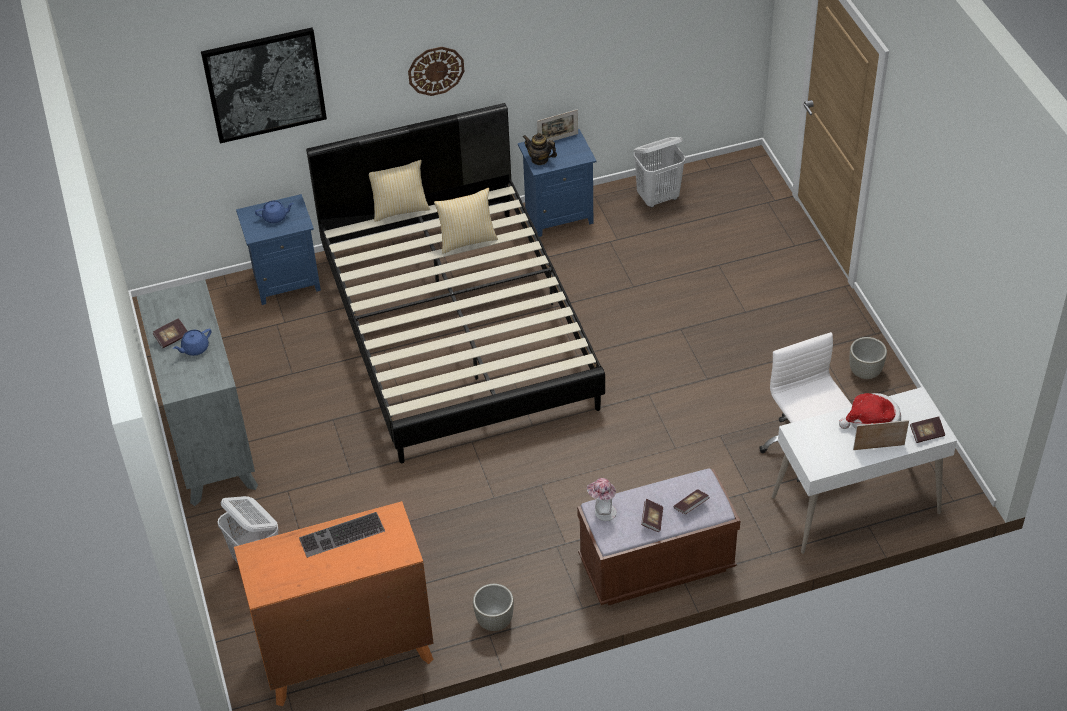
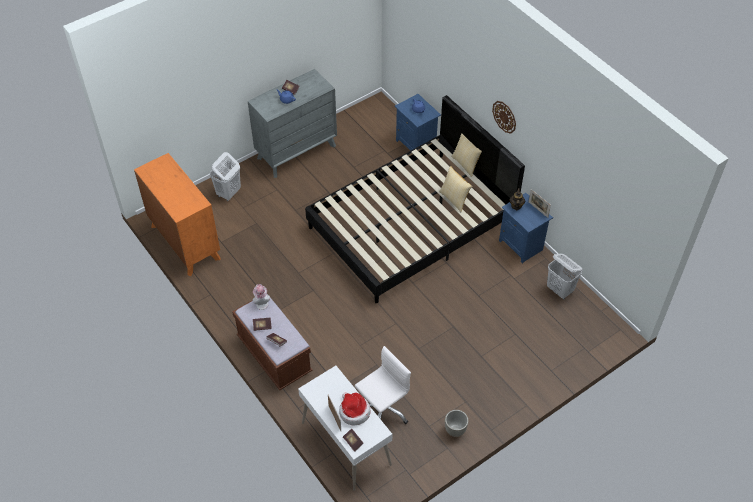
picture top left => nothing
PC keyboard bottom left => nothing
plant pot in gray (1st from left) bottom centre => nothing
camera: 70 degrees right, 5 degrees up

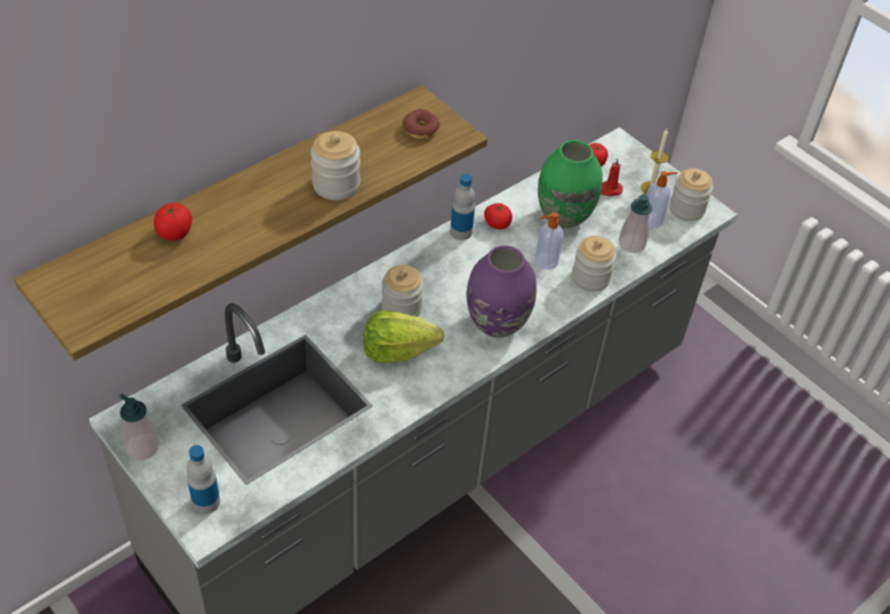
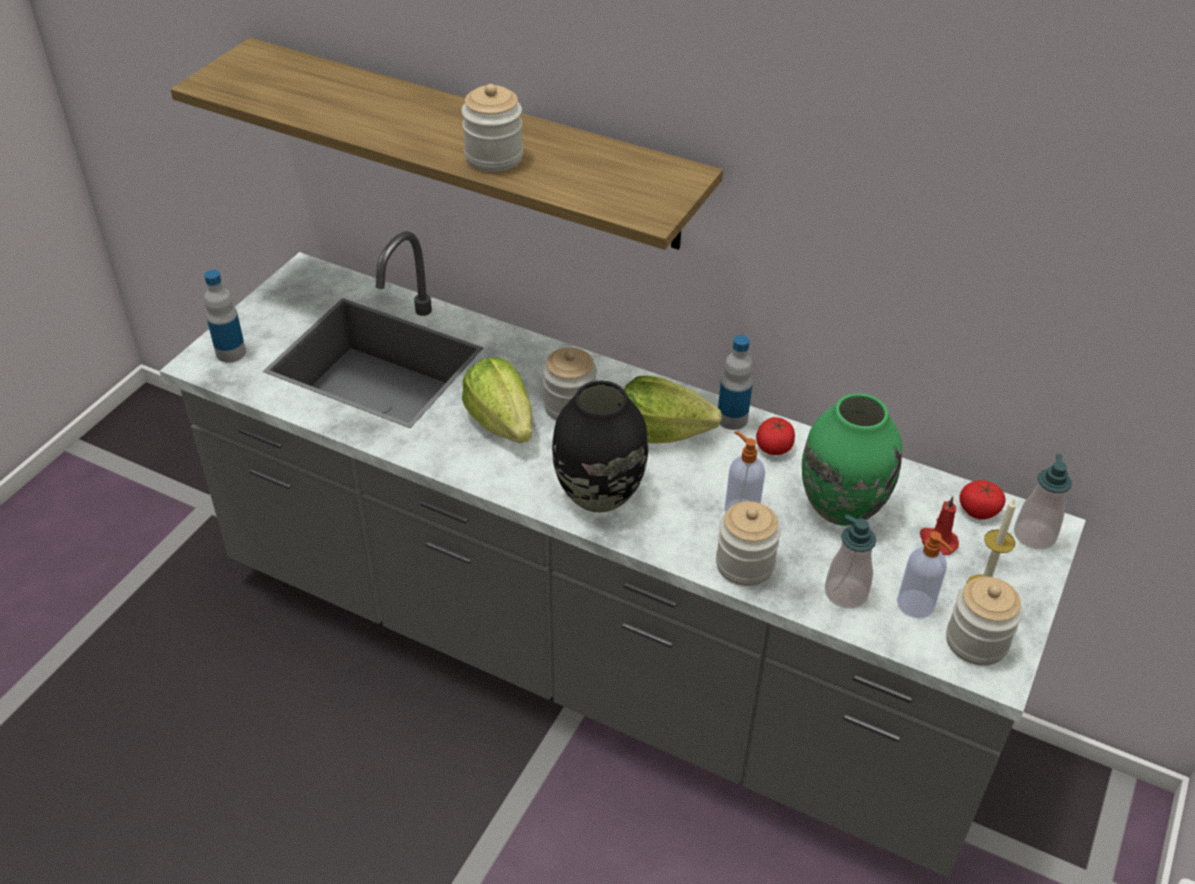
flower vase in purple centre => flower vase in black centre
nothing => lettuce head (2nd from left) centre
liquid soap bottle (1st from left in the first image) bottom left => liquid soap bottle (4th from left) middle right, move
tomato (1st from left) middle left => nothing
donut top centre => nothing
camera: 70 degrees right, 5 degrees down

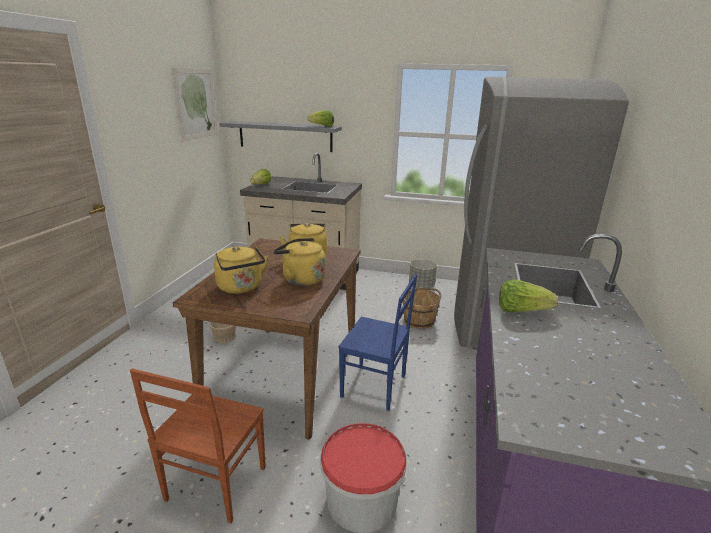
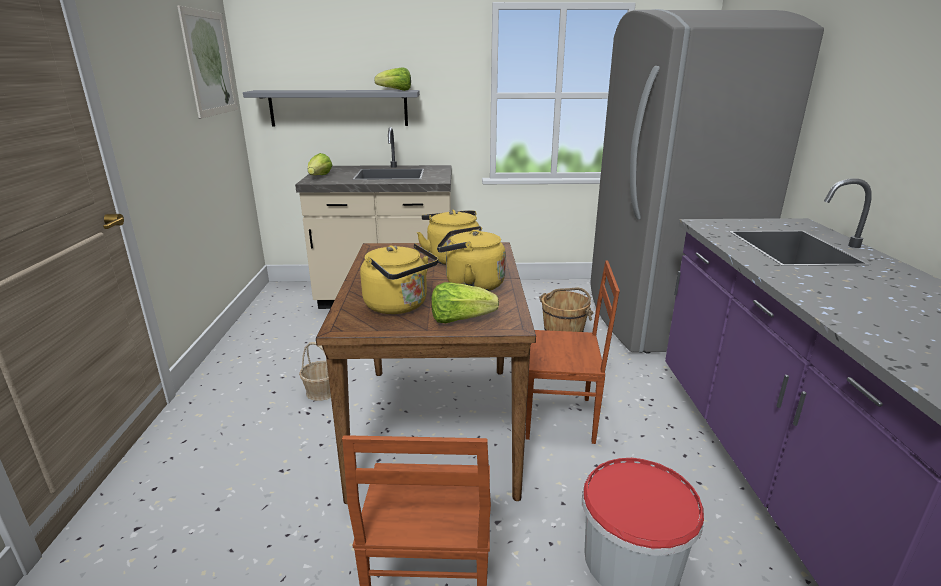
lettuce head (3rd from left) middle right => lettuce head (3rd from left) centre, move
plain chair in blue centre => plain chair in brownish (2nd from left) centre
plant pot in gray centre => nothing
camera: 15 degrees left, 0 degrees up

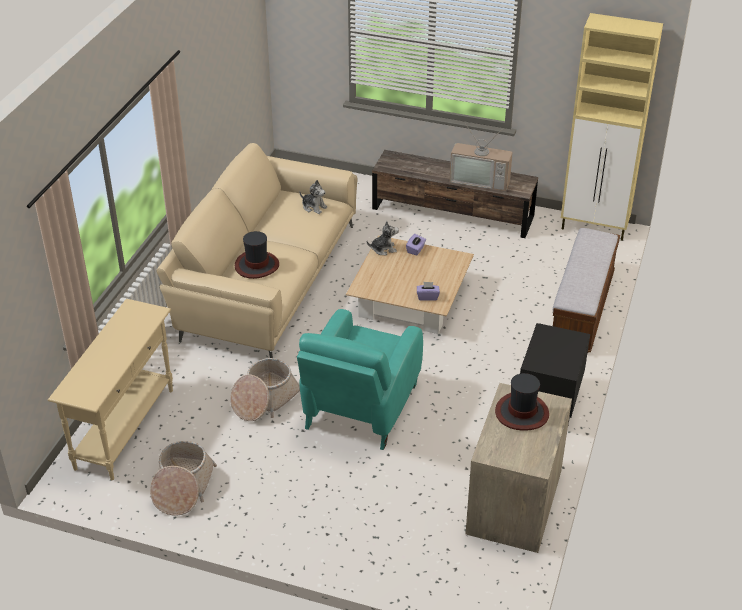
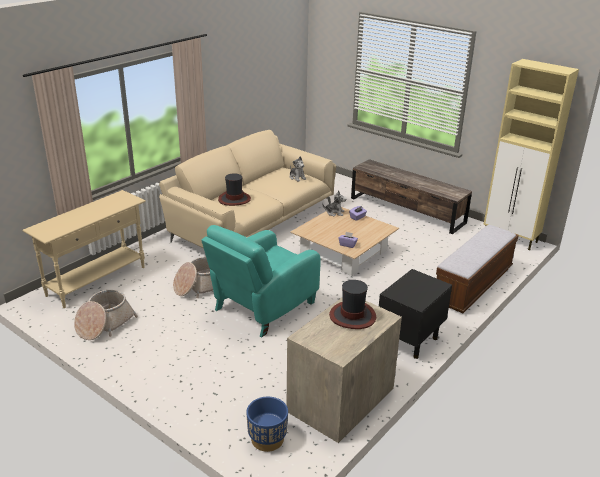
nothing => plant pot in blue bottom centre
television top centre => nothing
camera: 20 degrees right, 10 degrees down

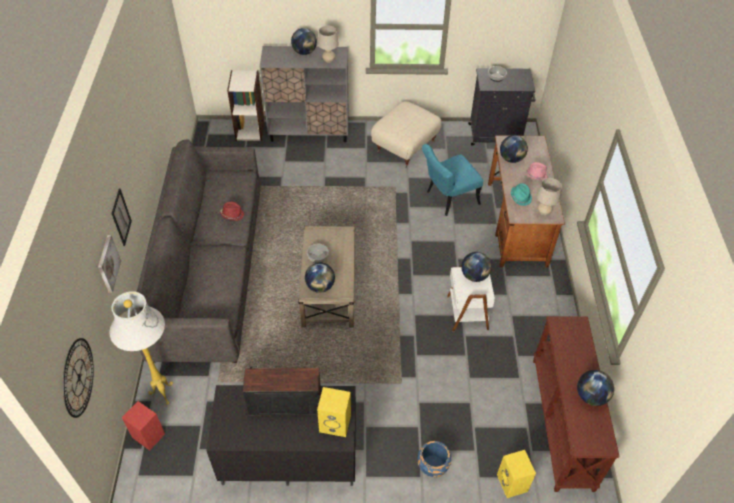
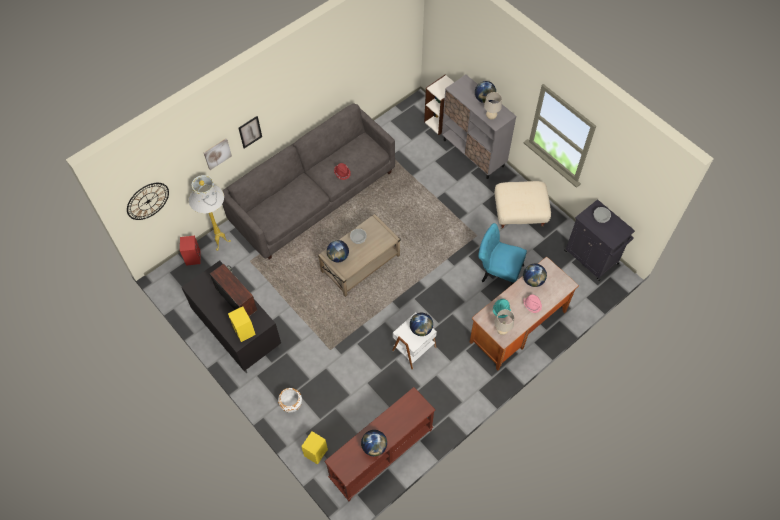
plant pot in blue bottom centre => plant pot in whitish bottom centre
camera: 50 degrees right, 10 degrees up

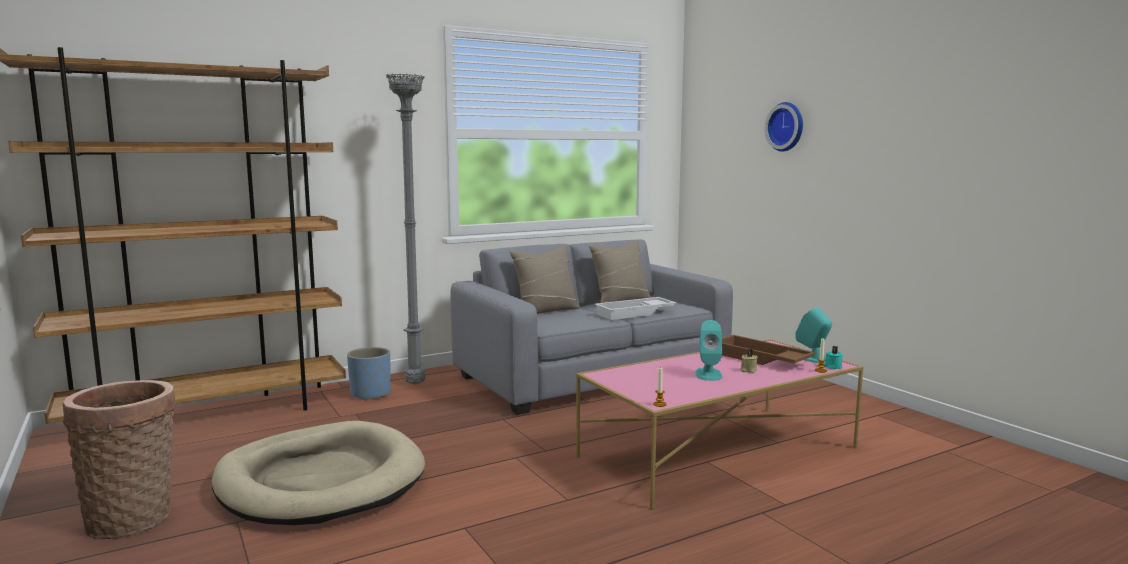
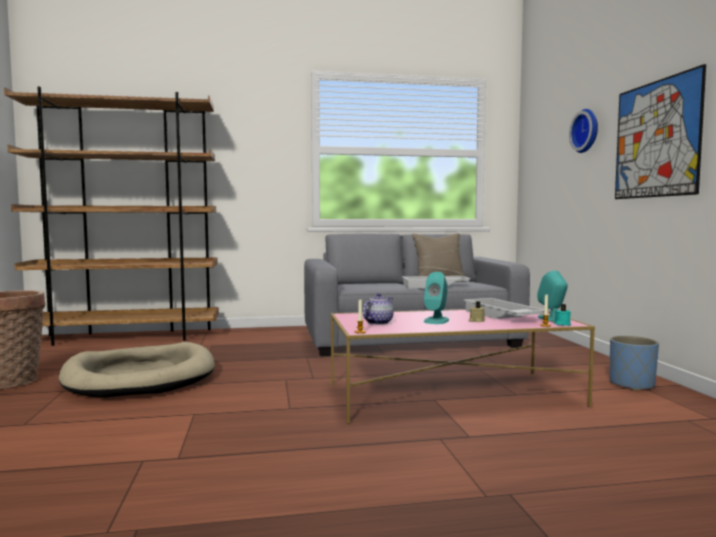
nothing => tea pot centre
serving tray in brownish middle right => serving tray in whitish (2nd from left) middle right
plant pot in blue middle left => plant pot in blue bottom right, move
nothing => picture top right
standing lamp in gray centre => nothing
pillow in beige (1st from left) centre => nothing
camera: 20 degrees right, 5 degrees down

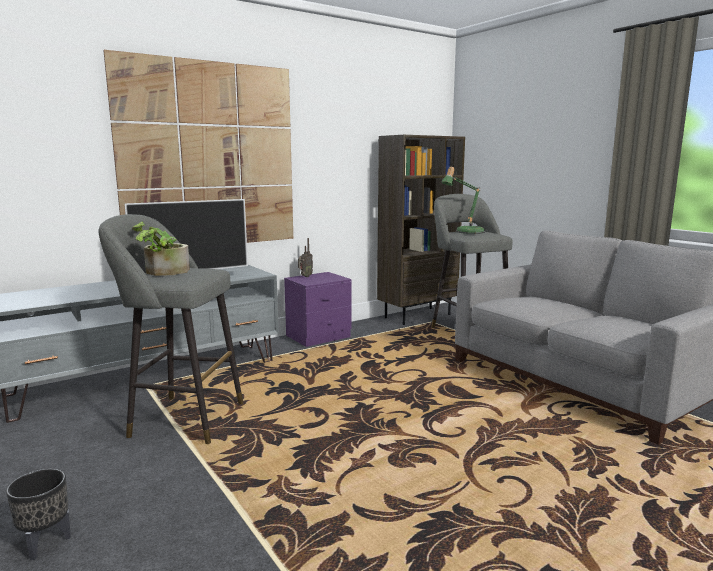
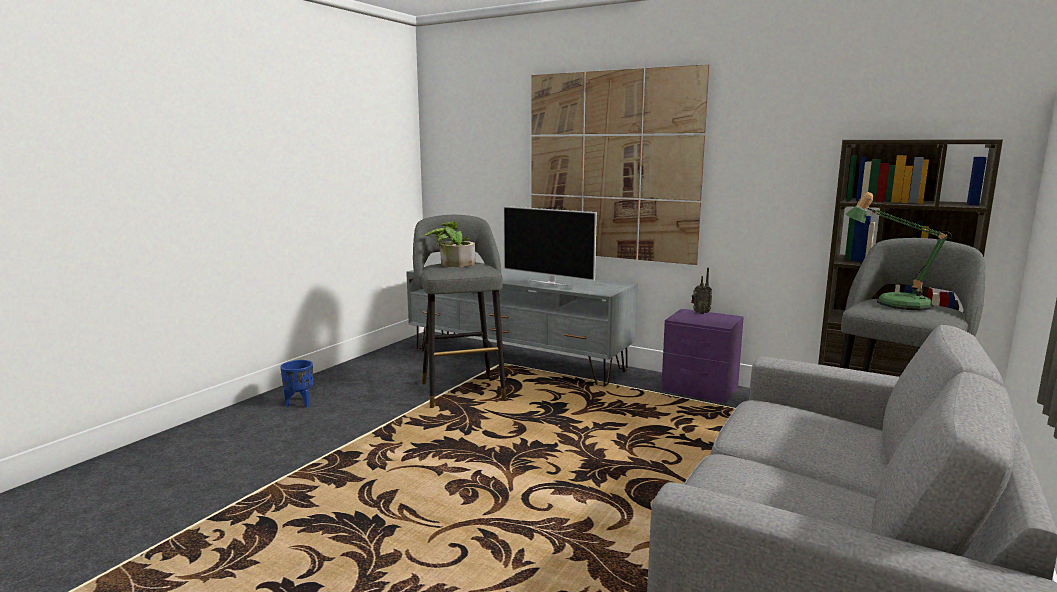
plant pot in black bottom left => plant pot in blue middle left
camera: 65 degrees right, 0 degrees up

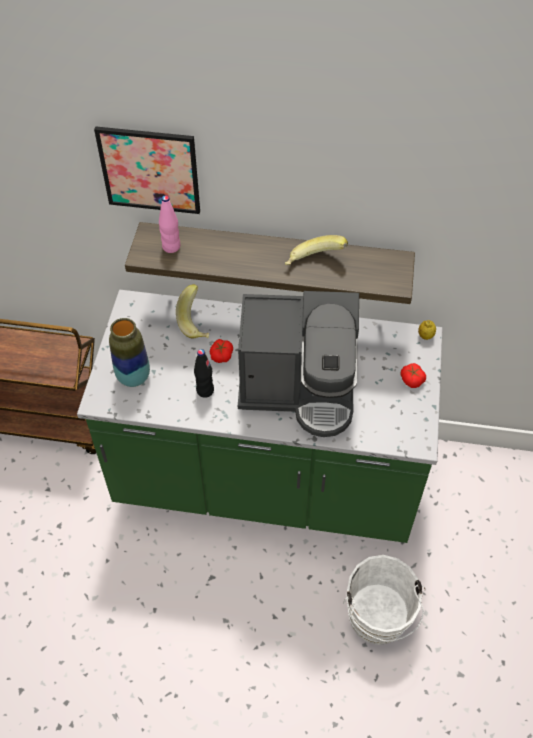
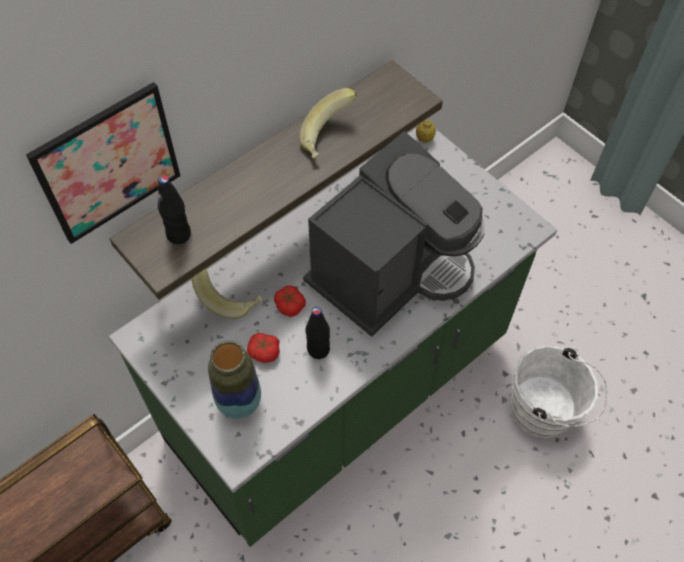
drink bottle in pink-coloured top left => drink bottle in black (1st from left) middle left
tomato (2nd from left in the first image) middle right => tomato (1st from left) centre, move
camera: 50 degrees left, 5 degrees up

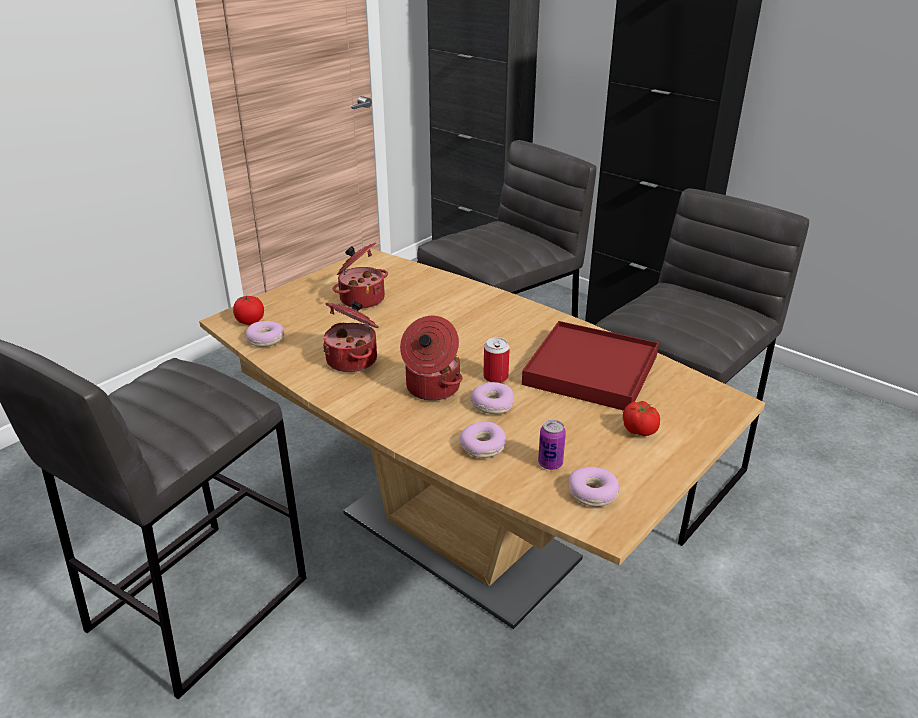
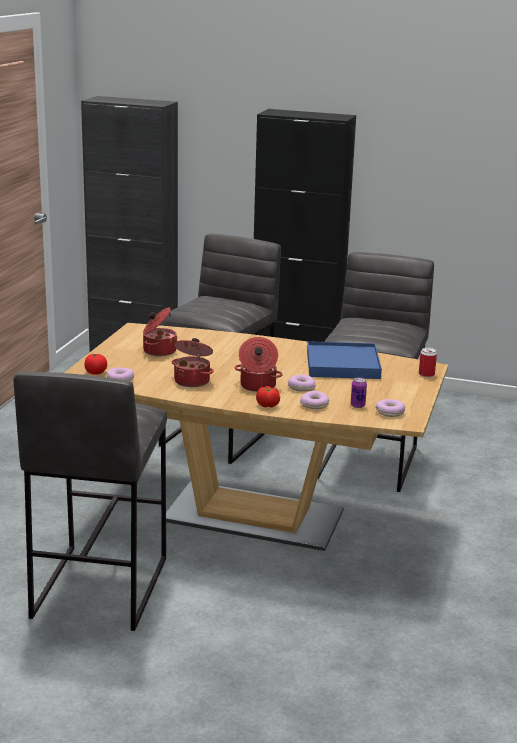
tomato (2nd from left) middle right => tomato (2nd from left) centre, move
serving tray in reddish centre => serving tray in blue centre
can (1st from left in the first image) centre => can (2nd from left) middle right, move
camera: 25 degrees left, 10 degrees down

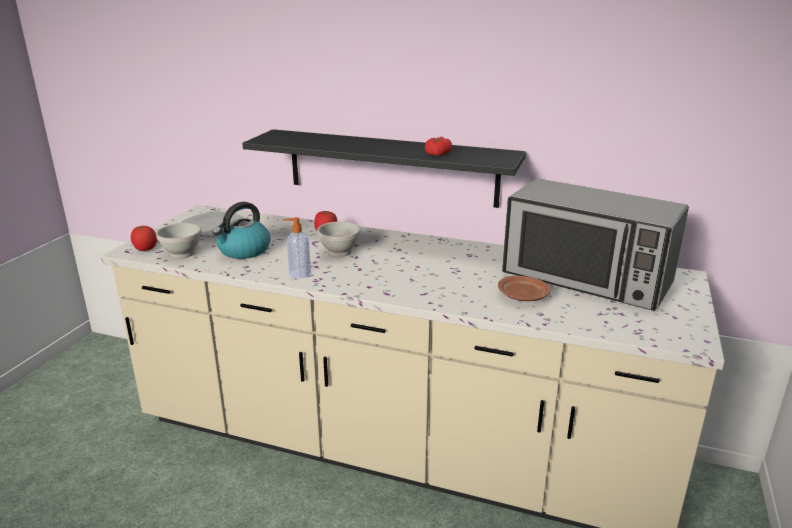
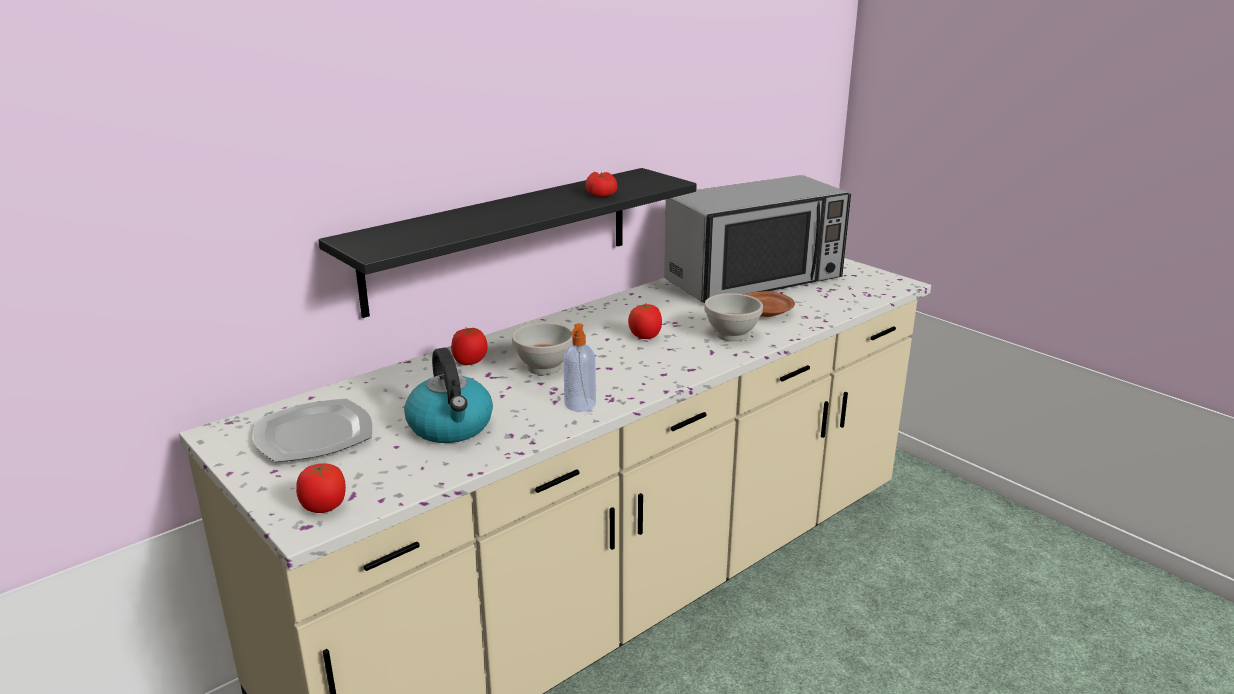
nothing => tomato (4th from left) centre
deep dish in whitish (1st from left in the first image) middle left => deep dish in whitish (2nd from left) centre, move
camera: 60 degrees left, 0 degrees up

